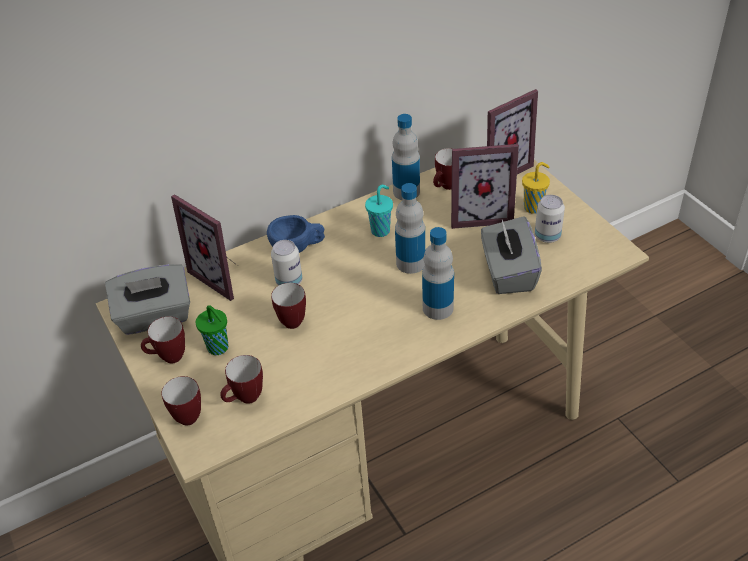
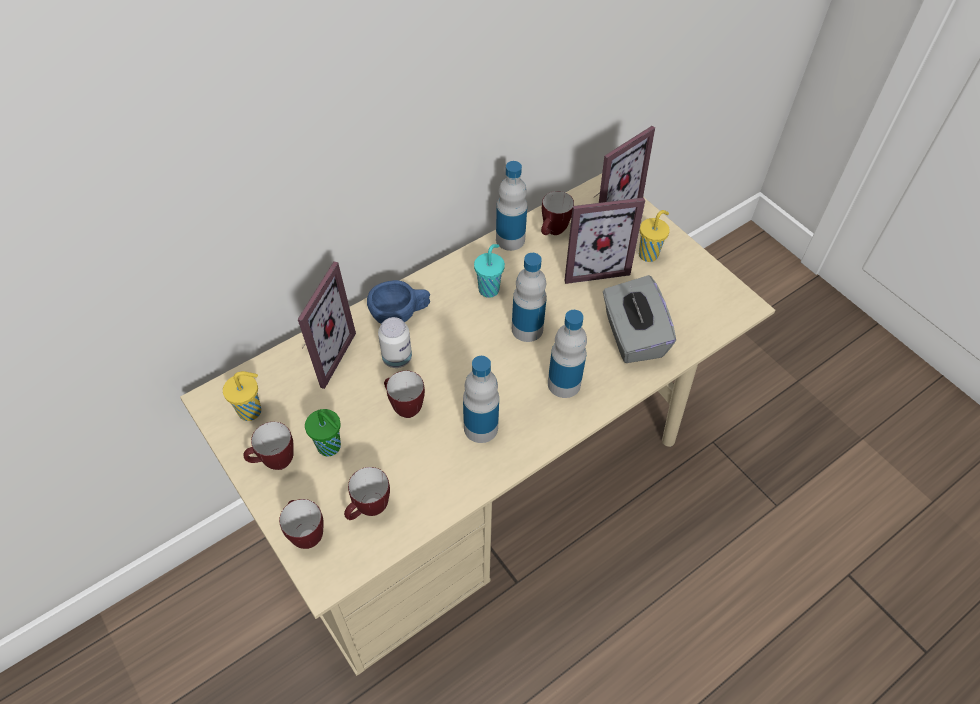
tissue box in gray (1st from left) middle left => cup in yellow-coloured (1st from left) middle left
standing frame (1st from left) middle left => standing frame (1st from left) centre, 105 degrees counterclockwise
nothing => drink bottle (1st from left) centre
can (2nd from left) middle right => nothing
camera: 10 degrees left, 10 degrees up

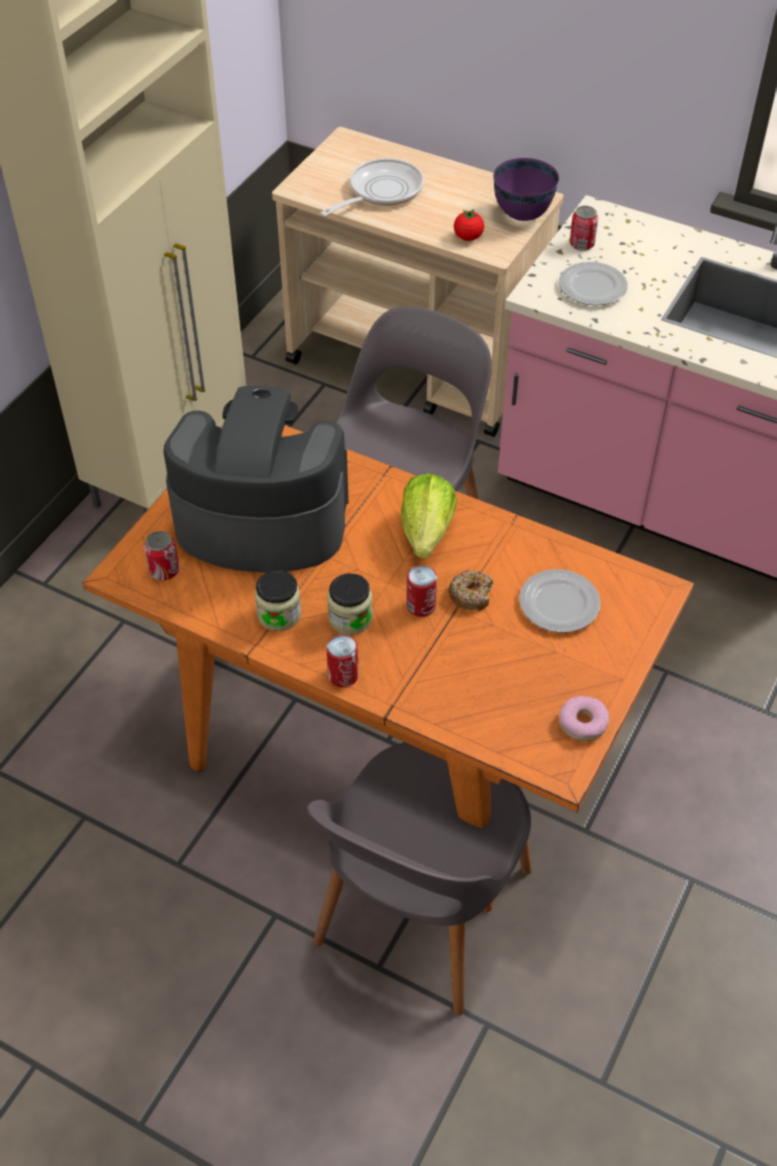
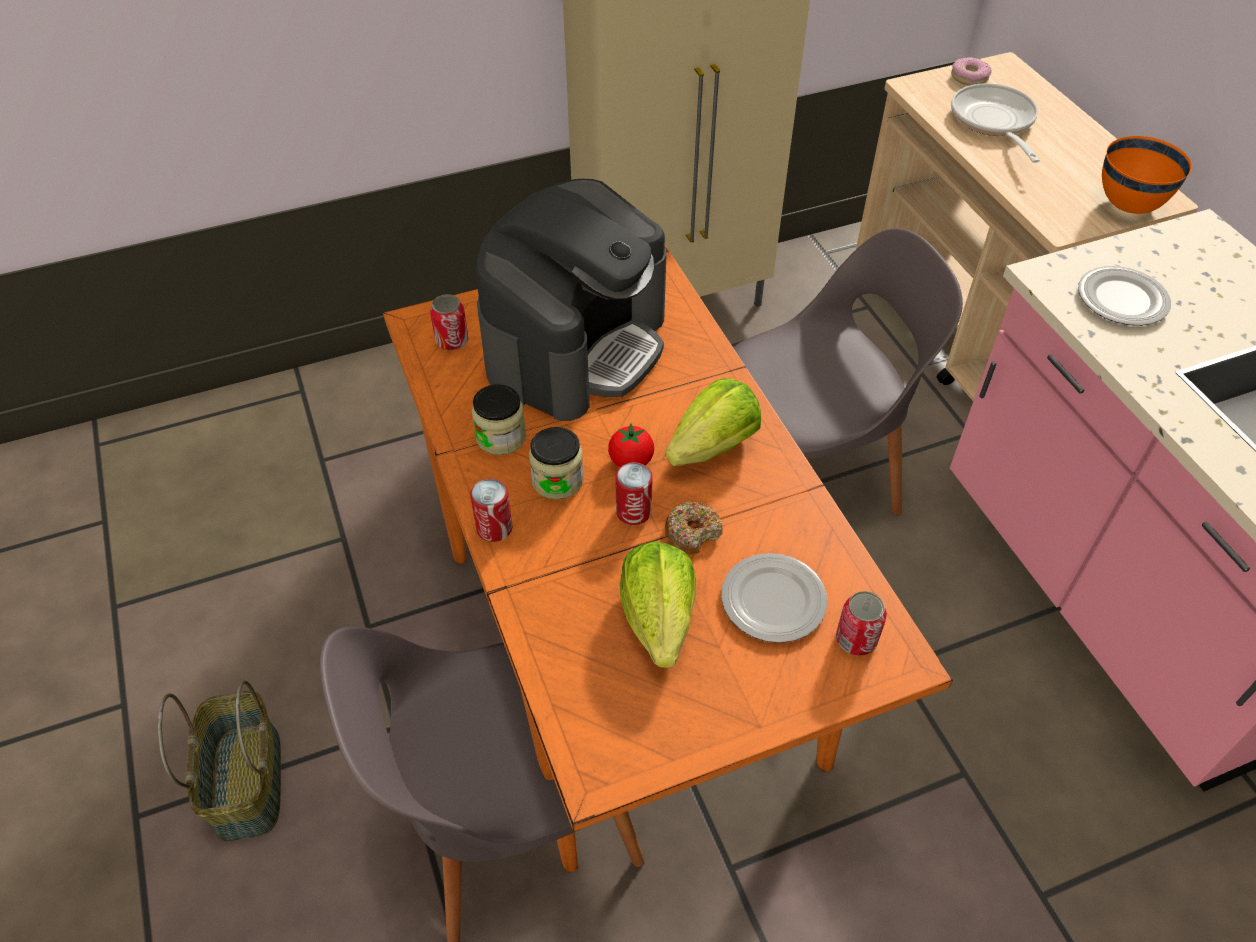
nothing => household basket bottom left
coffee maker middle left => coffee maker top centre, 75 degrees clockwise
tomato top centre => tomato centre, move
nothing => lettuce head (1st from left) centre
can (4th from left) top right => can (4th from left) middle right, move
donut (2nd from left) middle right => donut (2nd from left) top right, move
frying pan top centre => frying pan top right, 90 degrees counterclockwise
deep dish in purple top right => deep dish in orange top right
camera: 40 degrees right, 0 degrees up

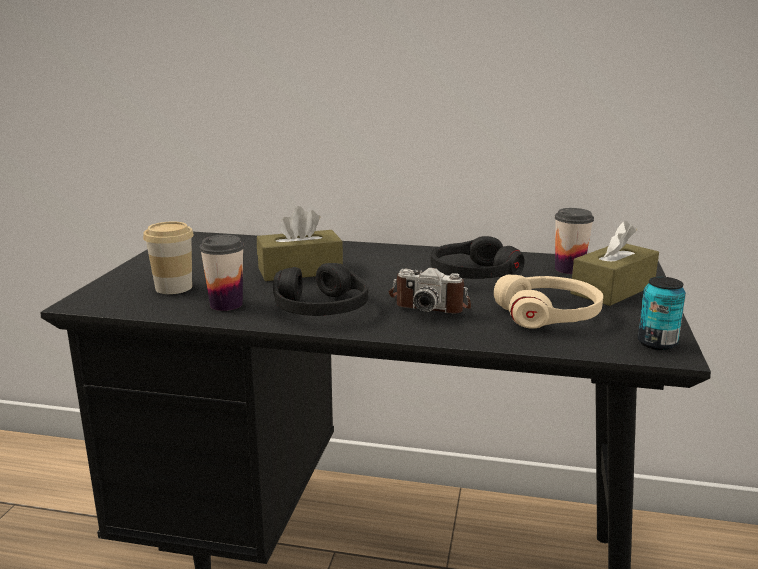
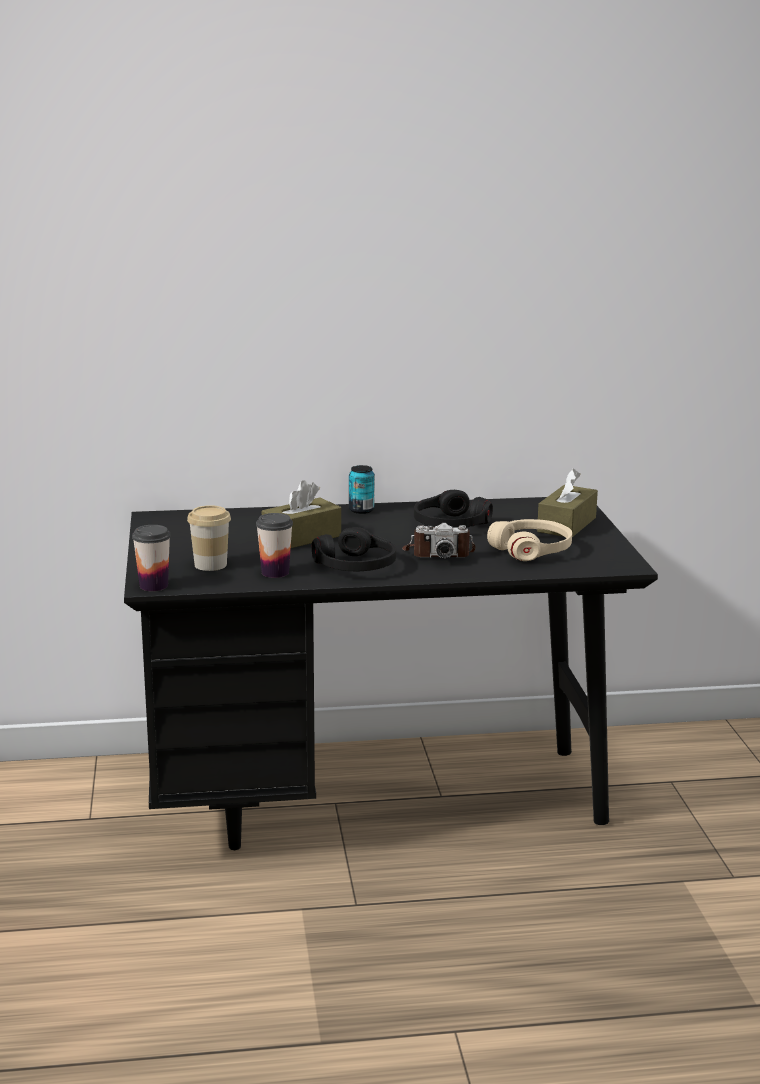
cup (3rd from left in the first image) middle right => cup (1st from left) middle left, move
can middle right => can centre, move
camera: 20 degrees left, 0 degrees up

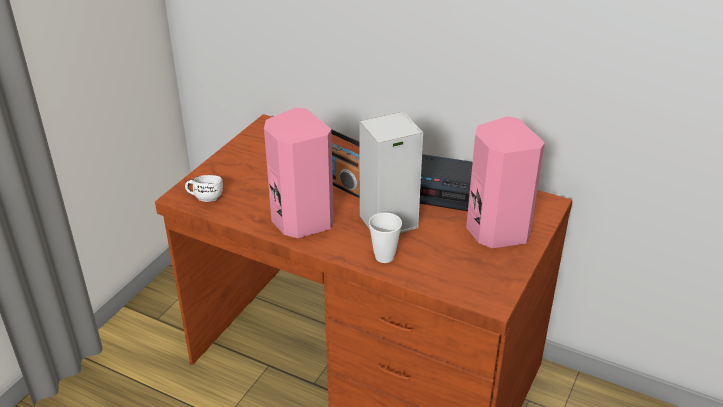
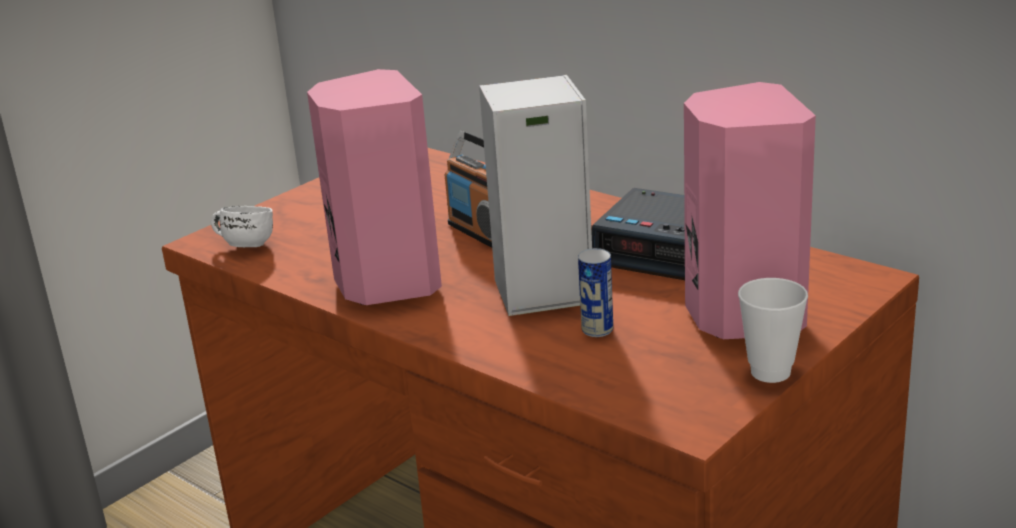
nothing => can centre
cup centre => cup middle right, move
camera: 15 degrees right, 10 degrees down

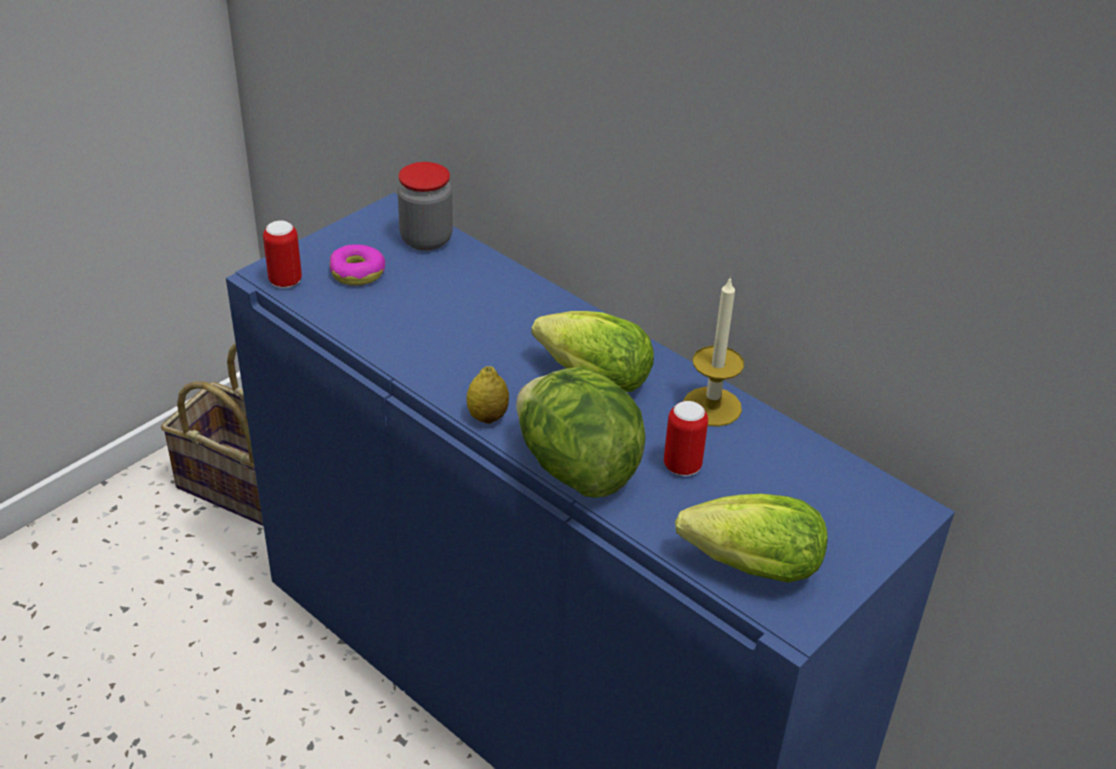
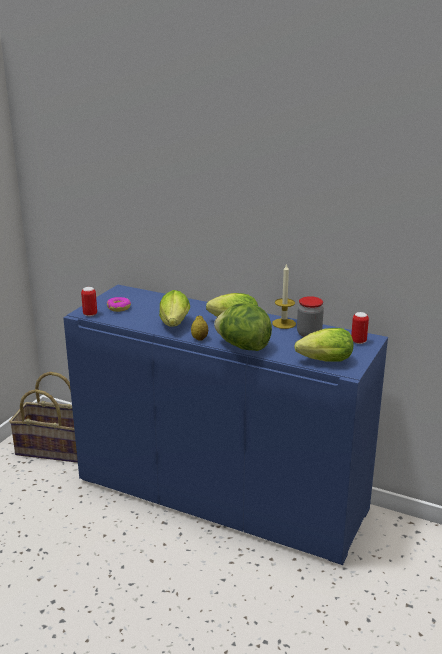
nothing => lettuce head (1st from left) centre
storage jar top centre => storage jar middle right, move
can (2nd from left) centre => can (2nd from left) middle right, move
camera: 15 degrees left, 15 degrees down

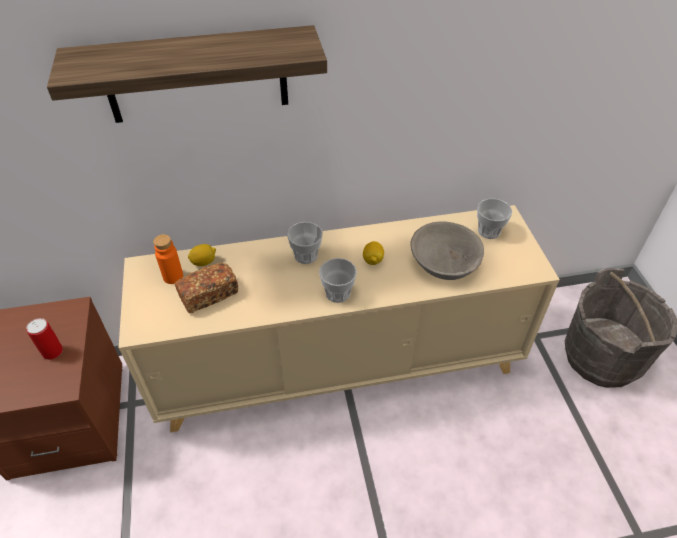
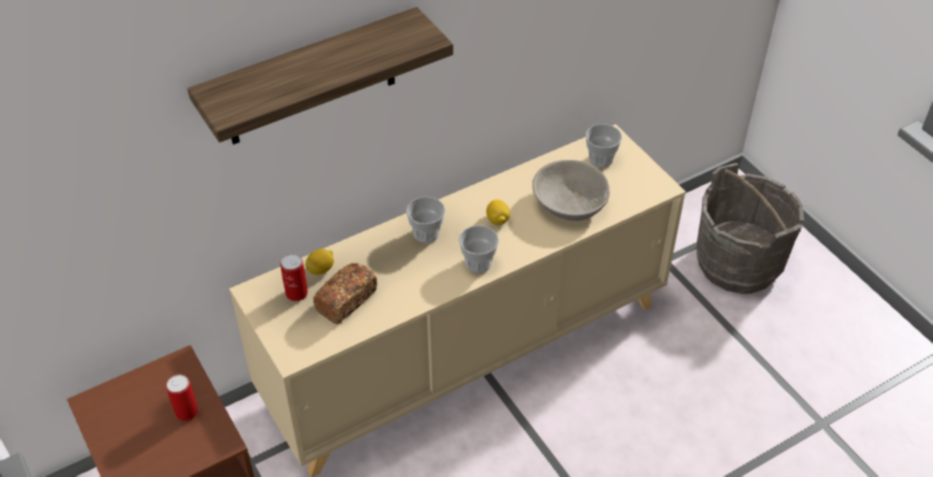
drink bottle in orange middle left => can (2nd from left) middle left
camera: 20 degrees left, 0 degrees up

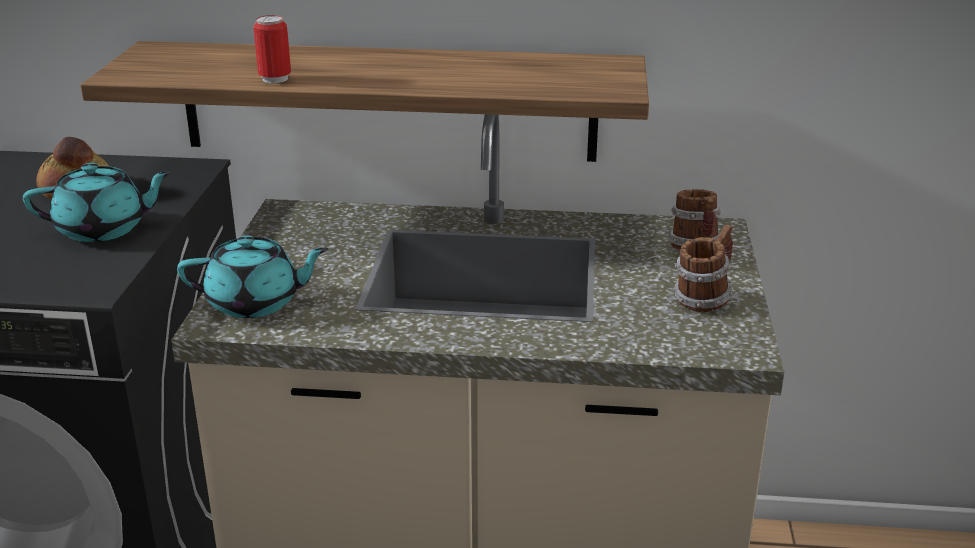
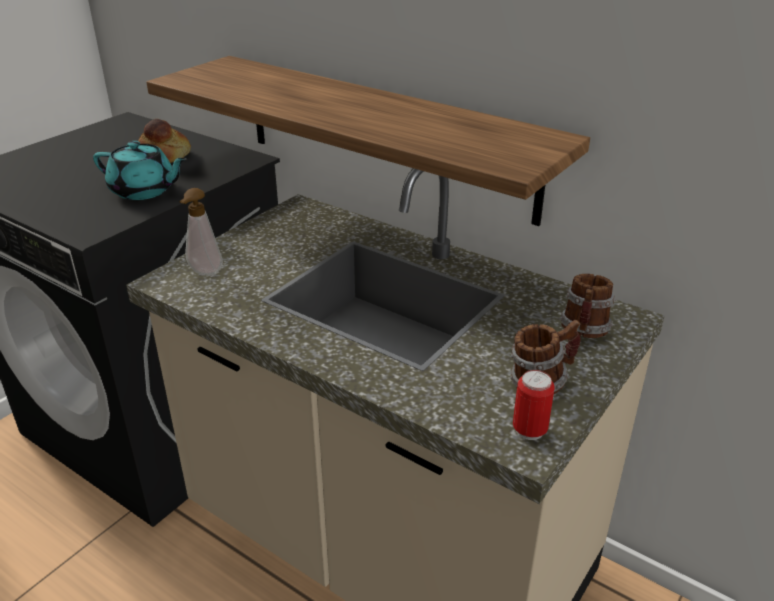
tea pot in turquoise-coloured (2nd from left) middle left => liquid soap bottle middle left
can top left => can bottom right, move
camera: 30 degrees right, 5 degrees up

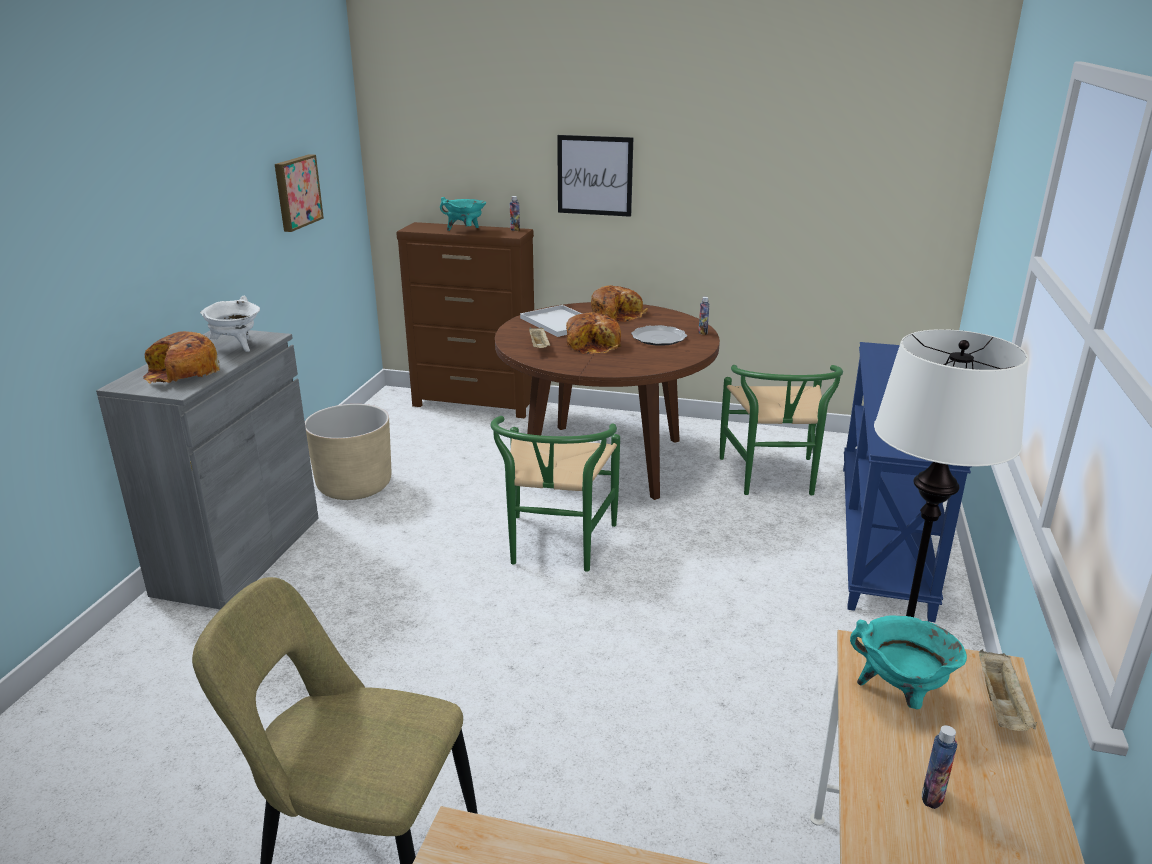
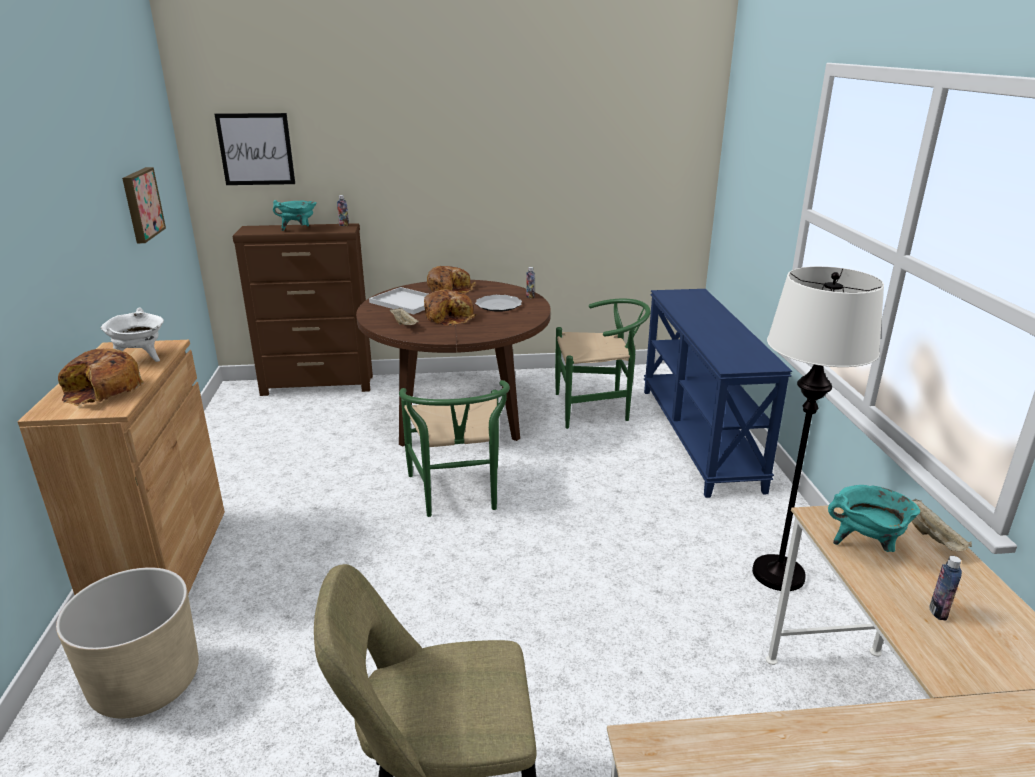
storage cabinet in gray middle left => storage cabinet in brownish middle left
plant pot in beige middle left => plant pot in beige bottom left, move
picture (2nd from left) top centre => picture (2nd from left) top left, move
plain chair in green-coloured (2nd from left) middle right => plain chair in green-coloured (2nd from left) centre, 75 degrees counterclockwise
camera: 20 degrees left, 0 degrees up

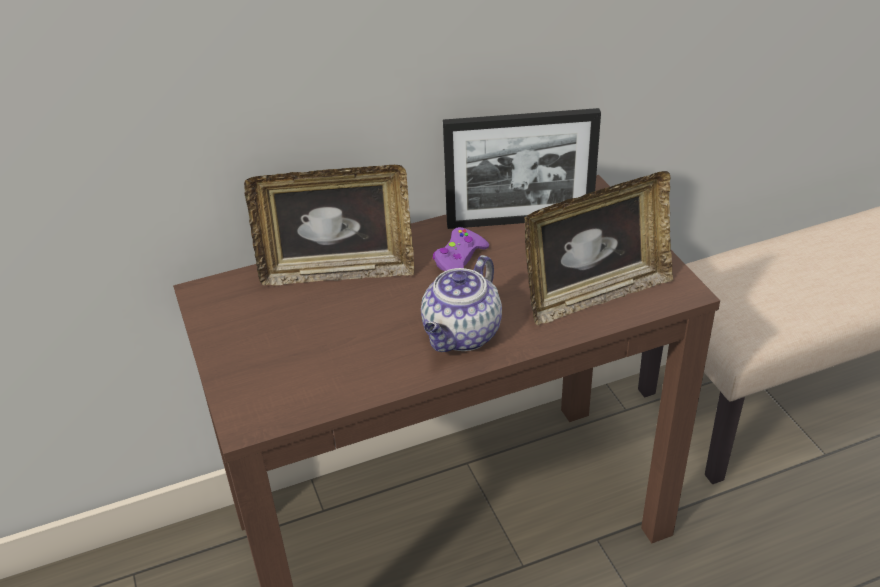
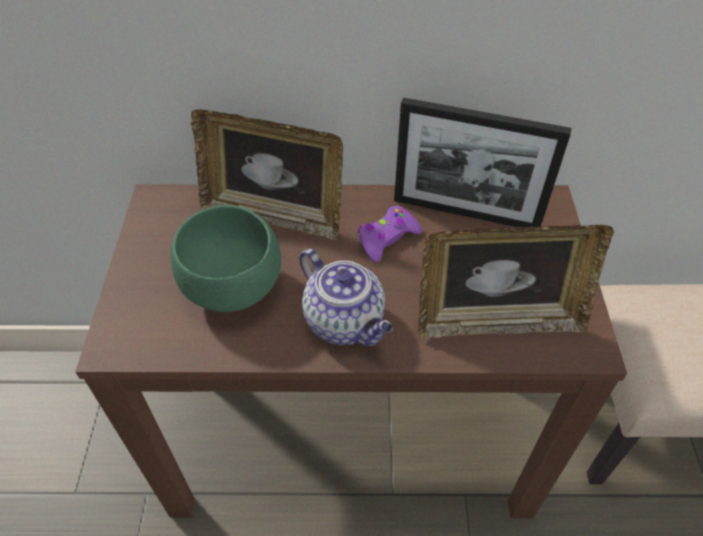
nothing => deep dish in green-coloured middle left
tea pot centre, 90 degrees counterclockwise
camera: 20 degrees right, 10 degrees up

